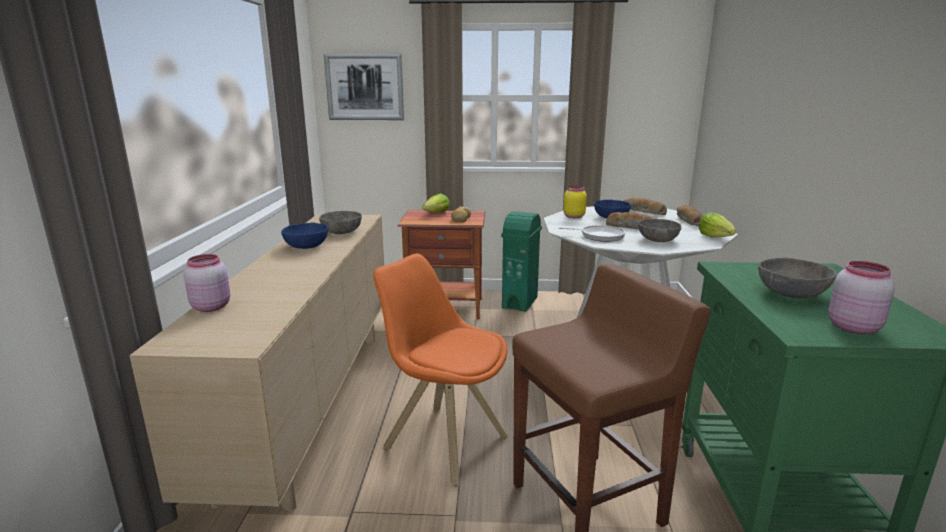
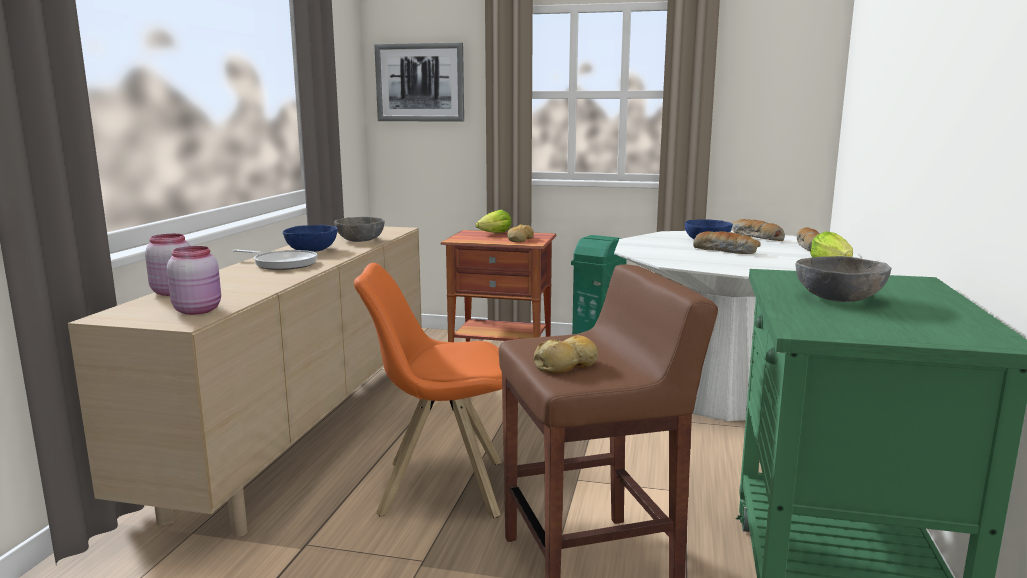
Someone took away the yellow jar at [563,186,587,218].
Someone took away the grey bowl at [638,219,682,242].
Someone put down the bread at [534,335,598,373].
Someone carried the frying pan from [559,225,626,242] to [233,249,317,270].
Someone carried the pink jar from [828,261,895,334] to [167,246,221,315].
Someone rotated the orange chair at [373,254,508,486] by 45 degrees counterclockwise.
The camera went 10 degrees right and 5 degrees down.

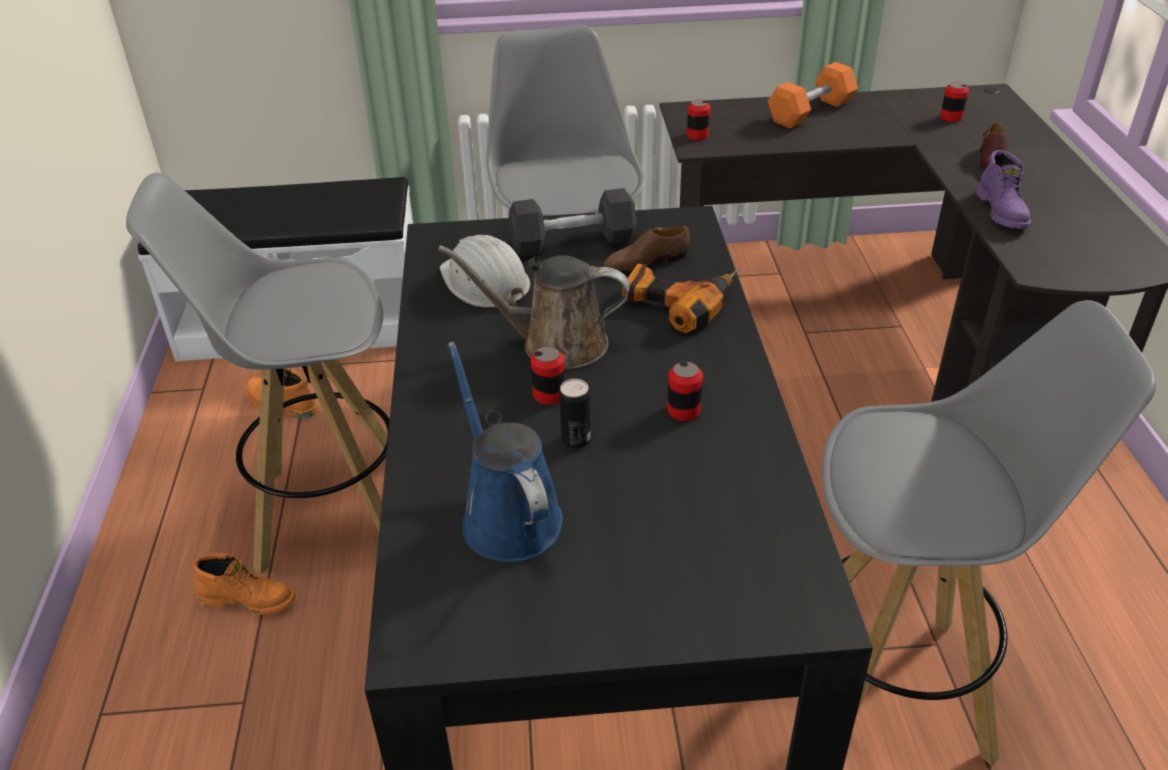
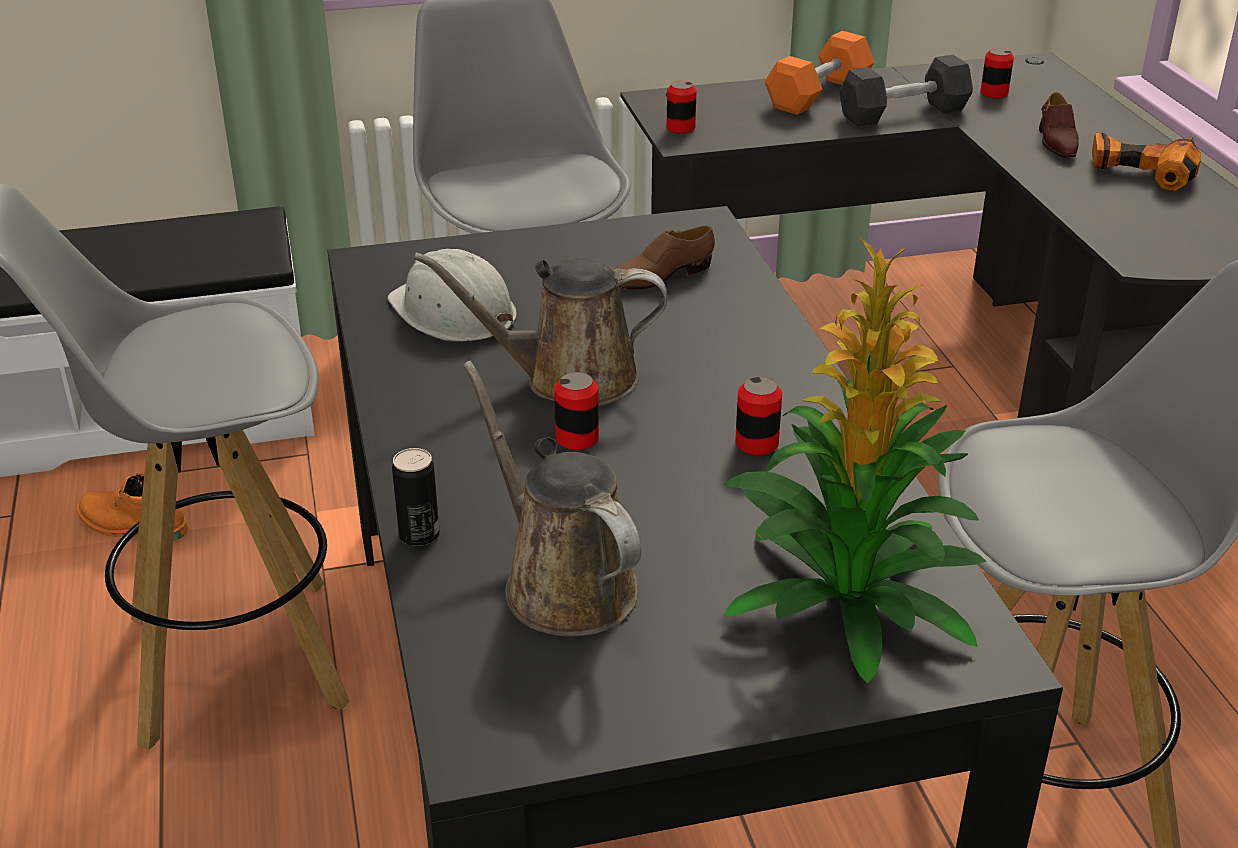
Someone took away the orange boot at [193,553,295,615].
Someone took away the purple boot at [976,150,1031,229].
Someone put down the potted plant at [723,238,987,683].
Someone carried the grey dumbbell from [509,188,637,256] to [839,55,973,127].
Someone carried the can from [559,379,591,449] to [392,448,440,546].
Someone carried the power drill from [622,264,740,333] to [1092,132,1201,191].
Someone repainted the blue watering can at [447,342,563,562], which became the brown watering can at [463,361,641,636].
The camera went 10 degrees left and 5 degrees down.

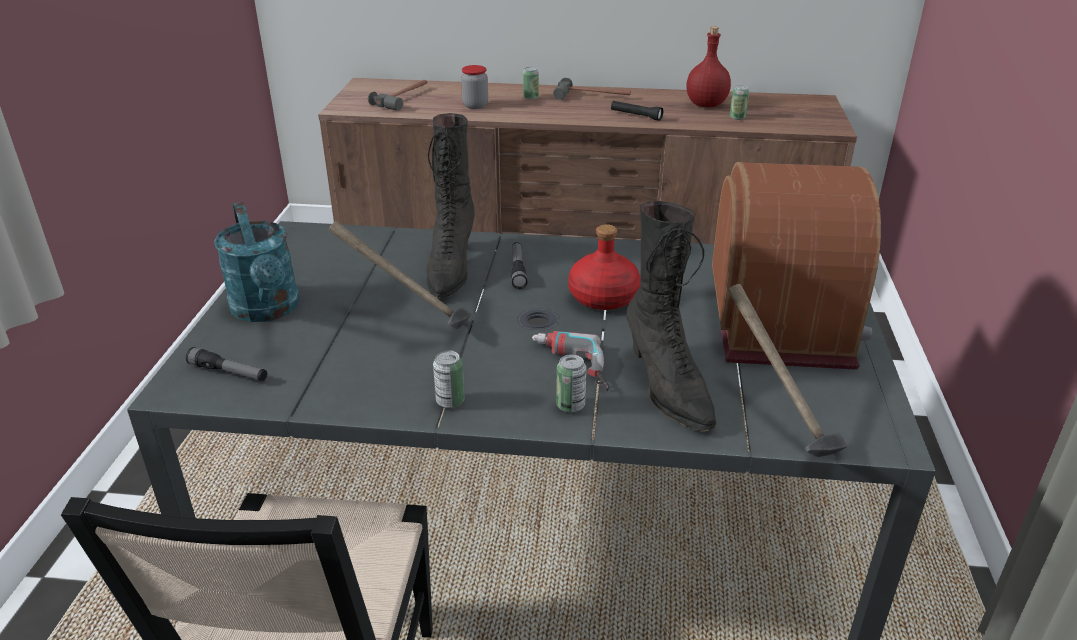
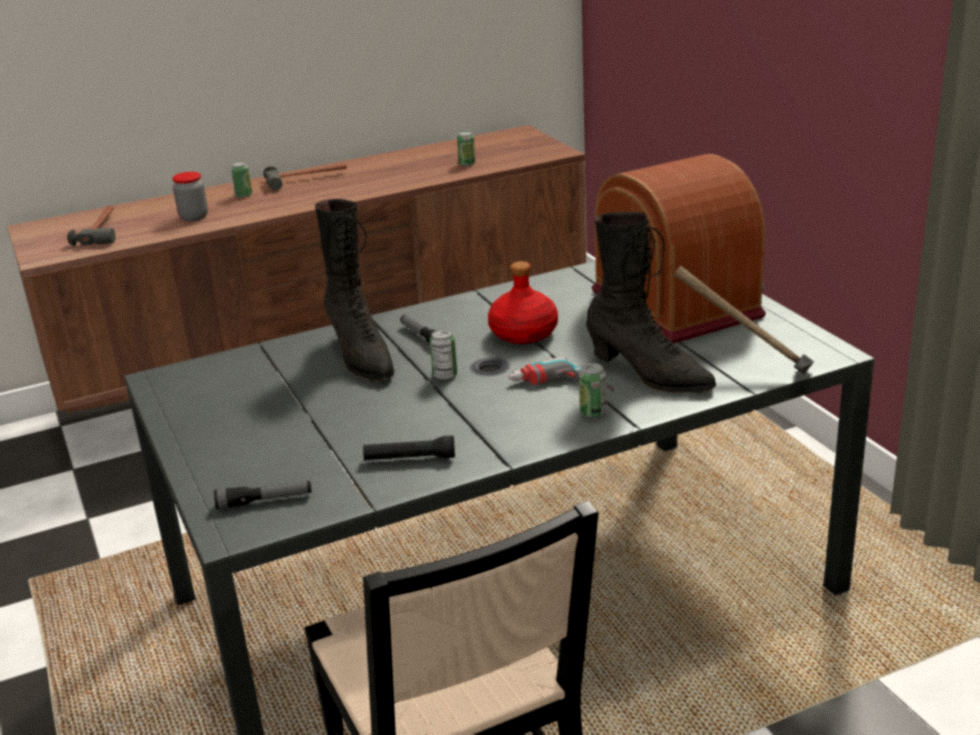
Someone took away the turquoise watering can at [214,202,300,322].
Someone took away the hammer at [329,221,472,329].
Someone took away the red bottle at [686,27,731,107].
Someone carried the can from [433,350,465,408] to [430,329,457,380].
Someone carried the black flashlight from [611,101,663,121] to [363,435,455,461].
The camera went 30 degrees left and 5 degrees down.

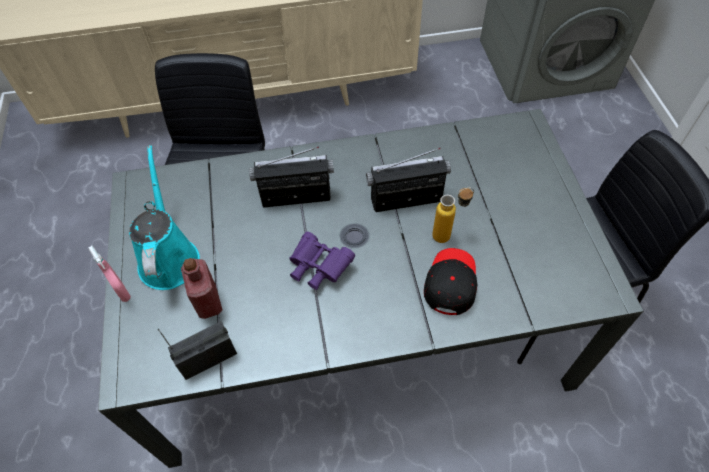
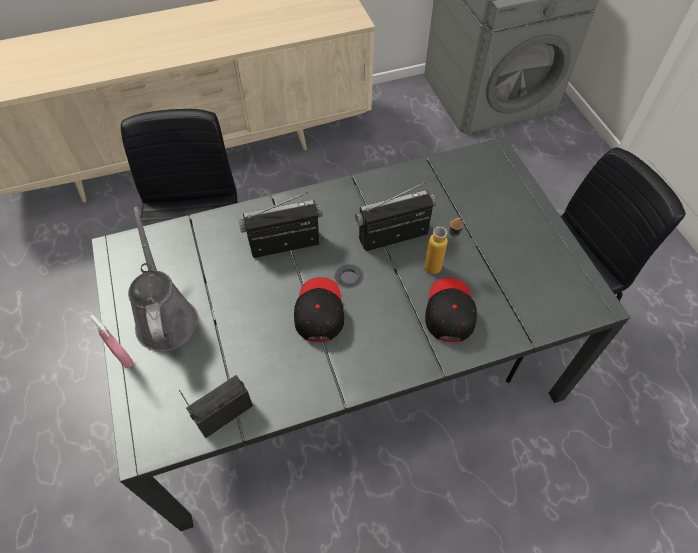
Someone took away the red bottle at [181,258,222,319].
Someone swapped the purple binoculars at [289,232,355,290] for the black cap at [294,277,344,342].
Someone repainted the turquoise watering can at [129,145,200,290], which became the grey watering can at [128,207,198,352].
The camera went 10 degrees left and 0 degrees up.

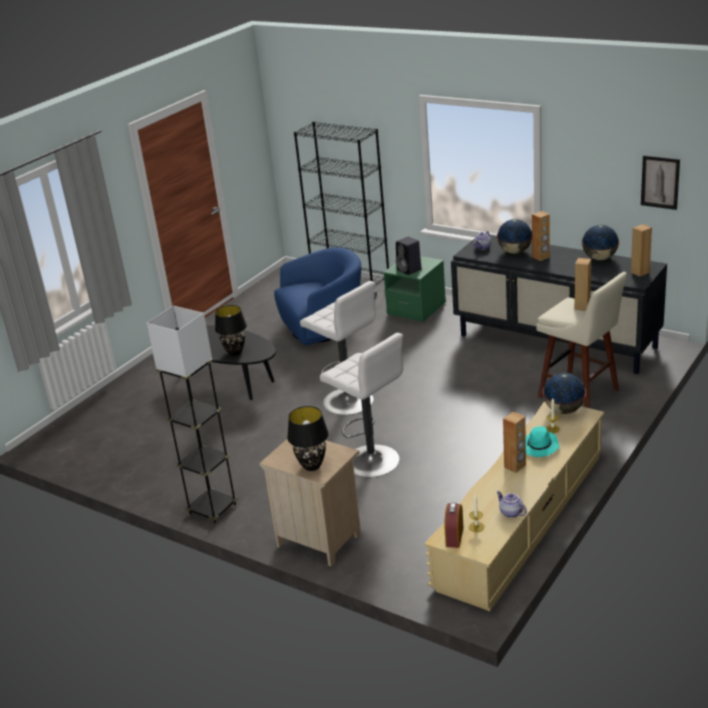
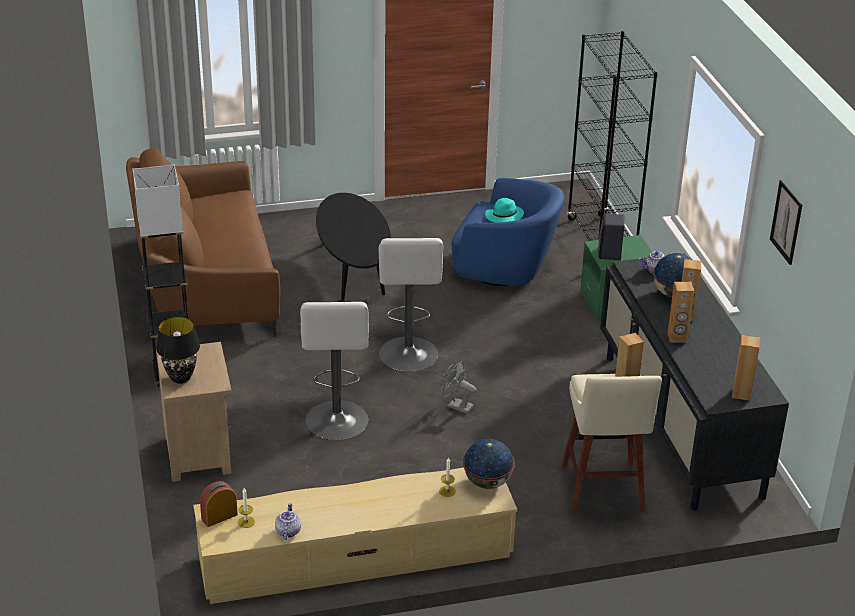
Someone took away the black table lamp at [215,305,247,356].
Someone took away the globe at [582,225,619,260].
Someone put down the brown sofa at [126,148,280,337].
Someone put down the grey fan at [440,361,477,414].
Someone carried the brown speaker from [503,412,526,473] to [667,282,694,343].
Someone carried the turquoise hat from [526,426,560,457] to [485,198,524,222].
Someone carried the picture from [641,155,680,210] to [770,180,803,265].
The camera went 40 degrees right and 5 degrees up.

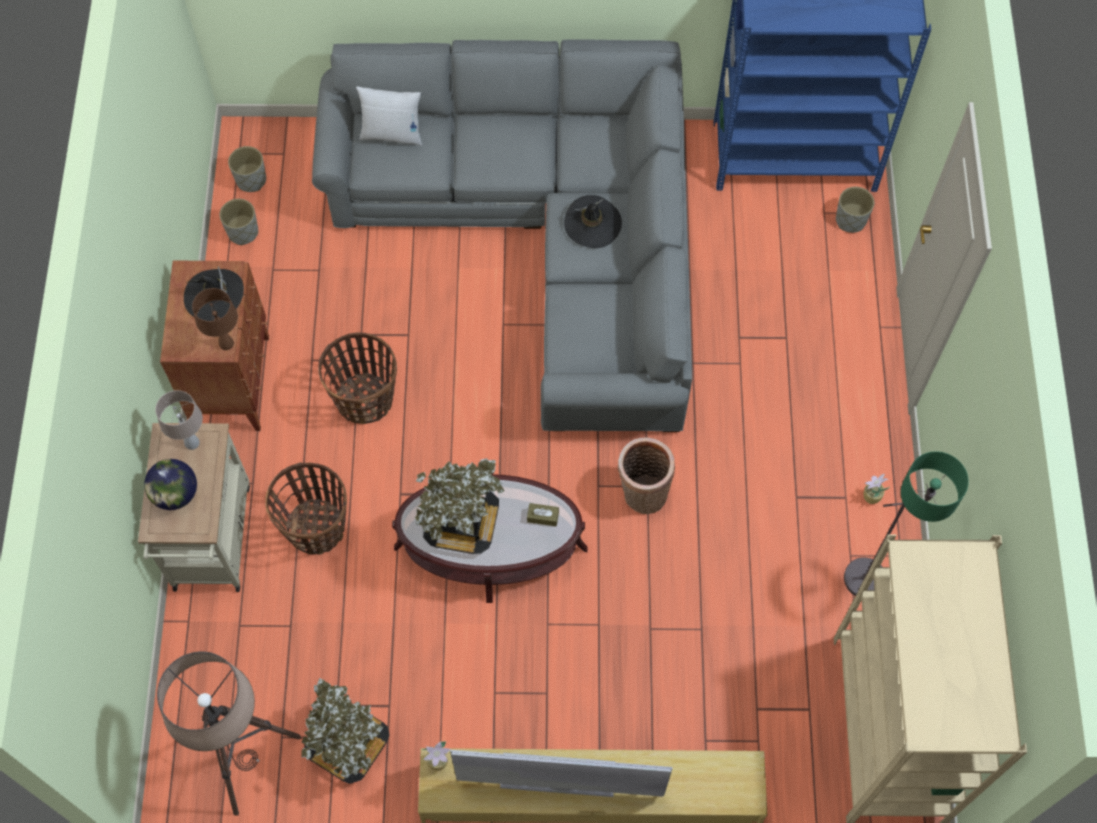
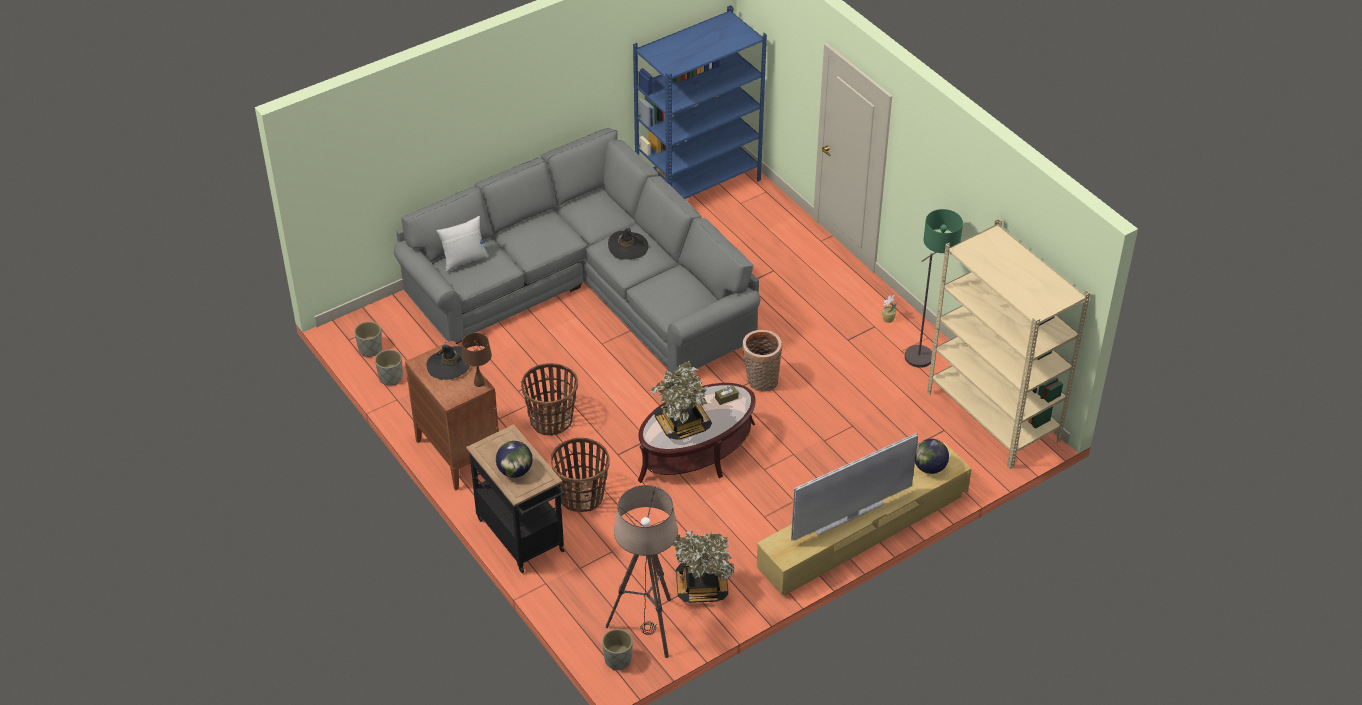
Someone took away the beige table lamp at [155,390,203,450].
Someone took away the potted plant at [422,741,451,771].
Someone put down the globe at [915,439,949,474].
Someone carried the grey planter from [836,187,874,233] to [602,629,633,670].
Someone repainted the beige cart at [138,423,251,592], which became the black cart at [466,424,565,573].
The camera went 35 degrees left and 20 degrees down.

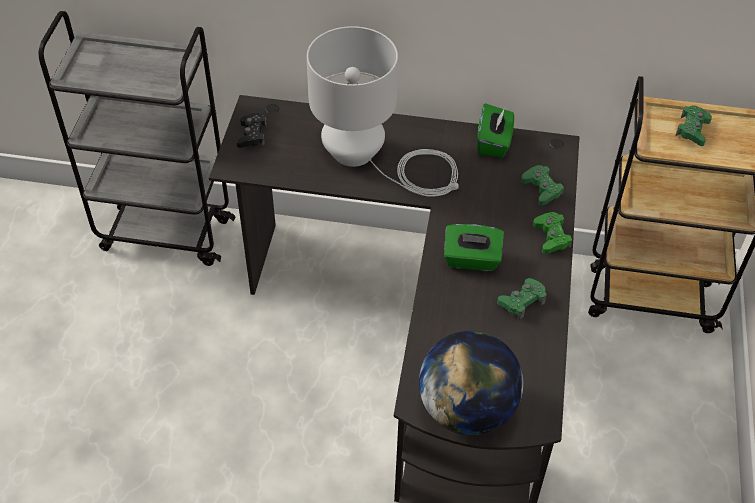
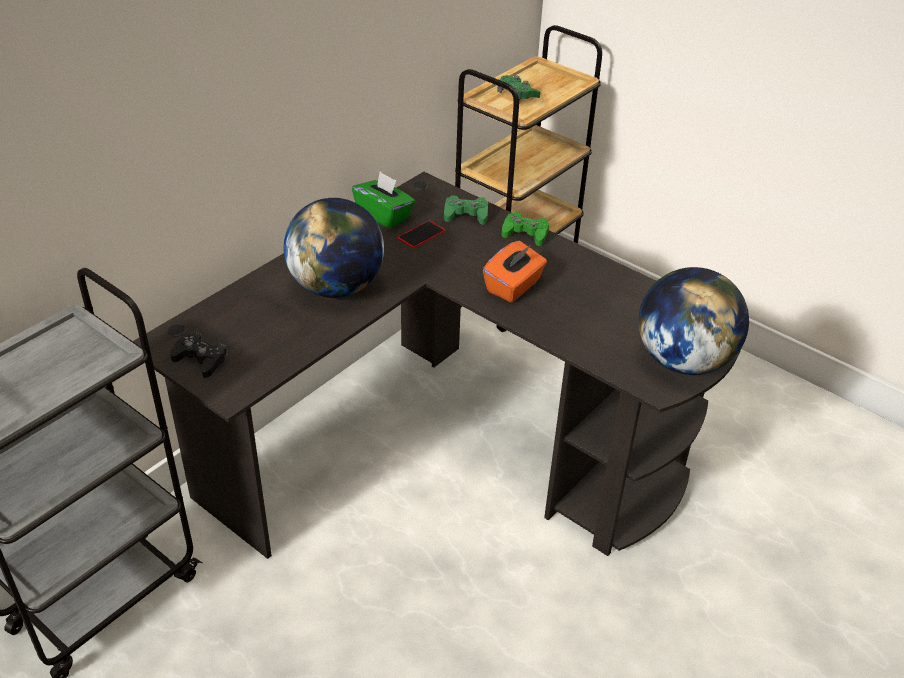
Someone took away the green game controller at [497,278,547,320].
Someone put down the phone at [397,220,445,248].
Someone swapped the white table lamp at [307,26,459,197] for the globe at [283,198,384,298].
Someone repainted the green tissue box at [444,224,504,271], which became the orange tissue box at [483,241,547,302].
The camera went 60 degrees left and 10 degrees down.

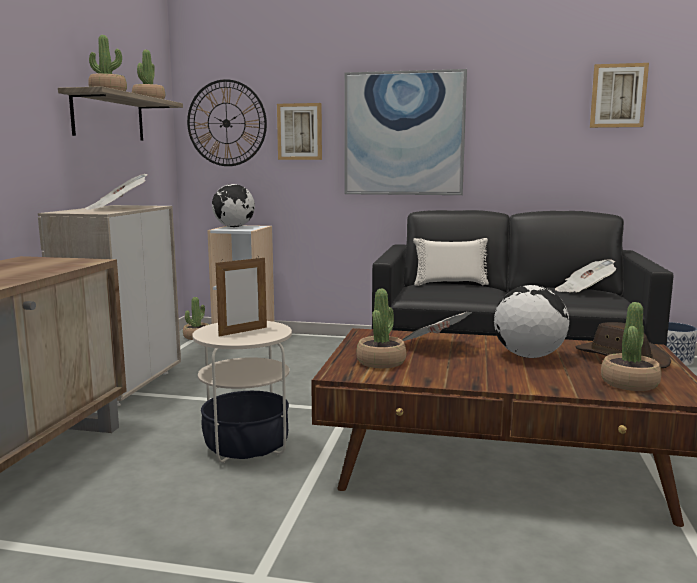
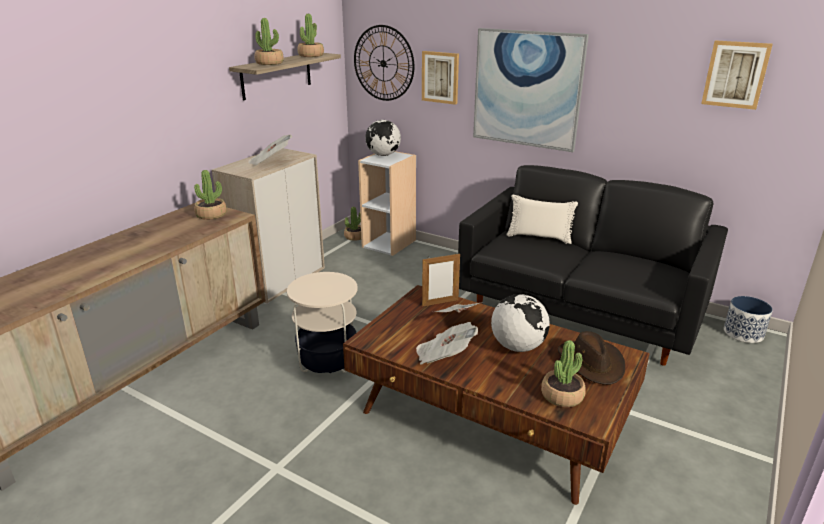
Someone carried the picture frame from [216,256,267,336] to [422,253,460,307].
Someone carried the potted plant from [357,289,406,368] to [194,170,227,220].
Someone carried the newspaper from [555,259,616,293] to [416,322,478,365].
The camera went 20 degrees right and 15 degrees up.

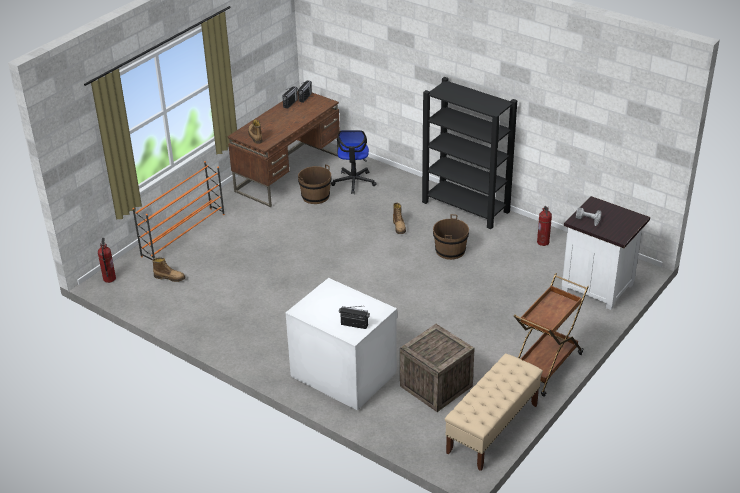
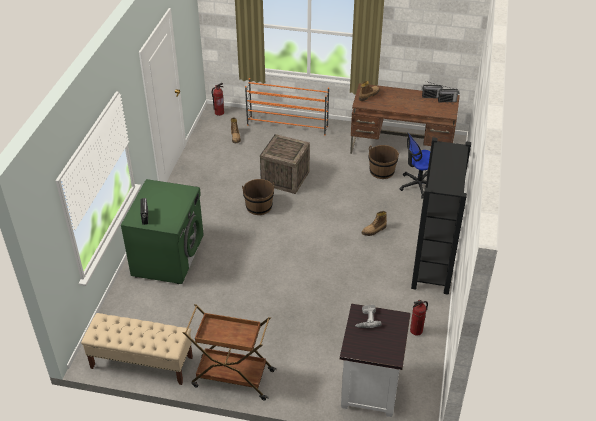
Someone carried the crate from [400,324,475,412] to [260,134,310,194].
Someone carried the brown bucket from [433,214,469,260] to [242,179,275,215].
Someone repainted the white washing machine at [285,278,397,411], which became the green washing machine at [121,179,204,284].
The camera went 65 degrees right and 5 degrees up.

